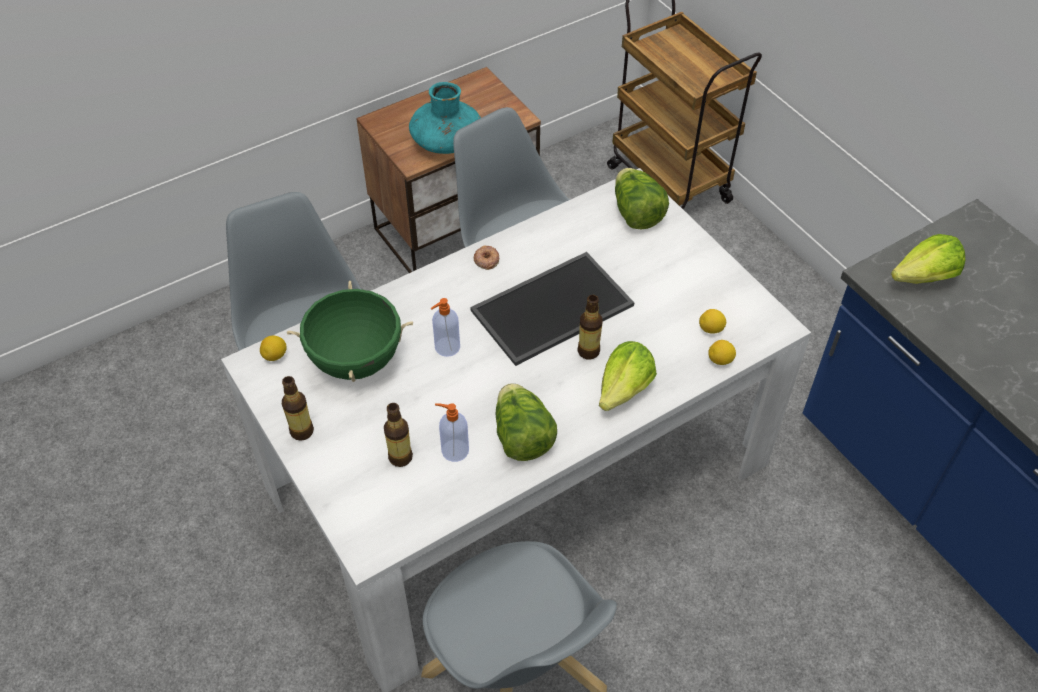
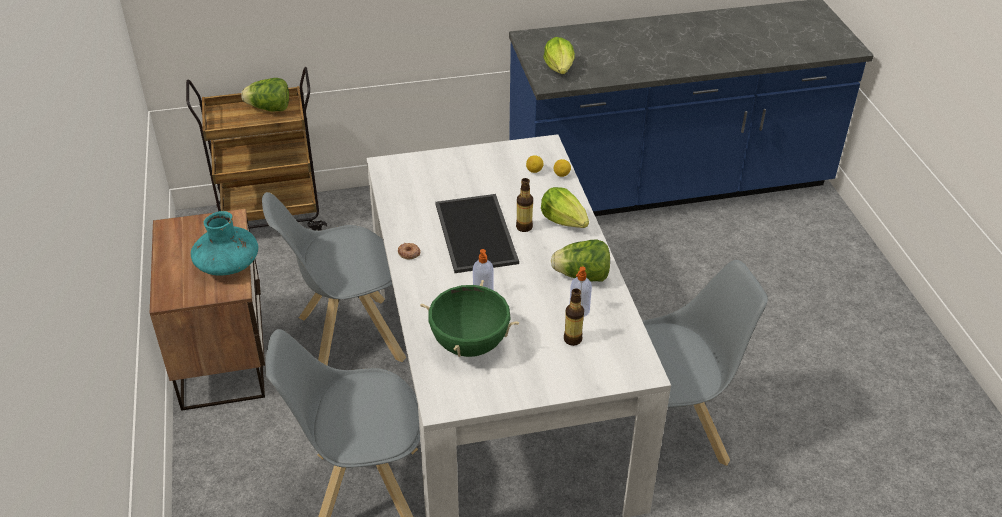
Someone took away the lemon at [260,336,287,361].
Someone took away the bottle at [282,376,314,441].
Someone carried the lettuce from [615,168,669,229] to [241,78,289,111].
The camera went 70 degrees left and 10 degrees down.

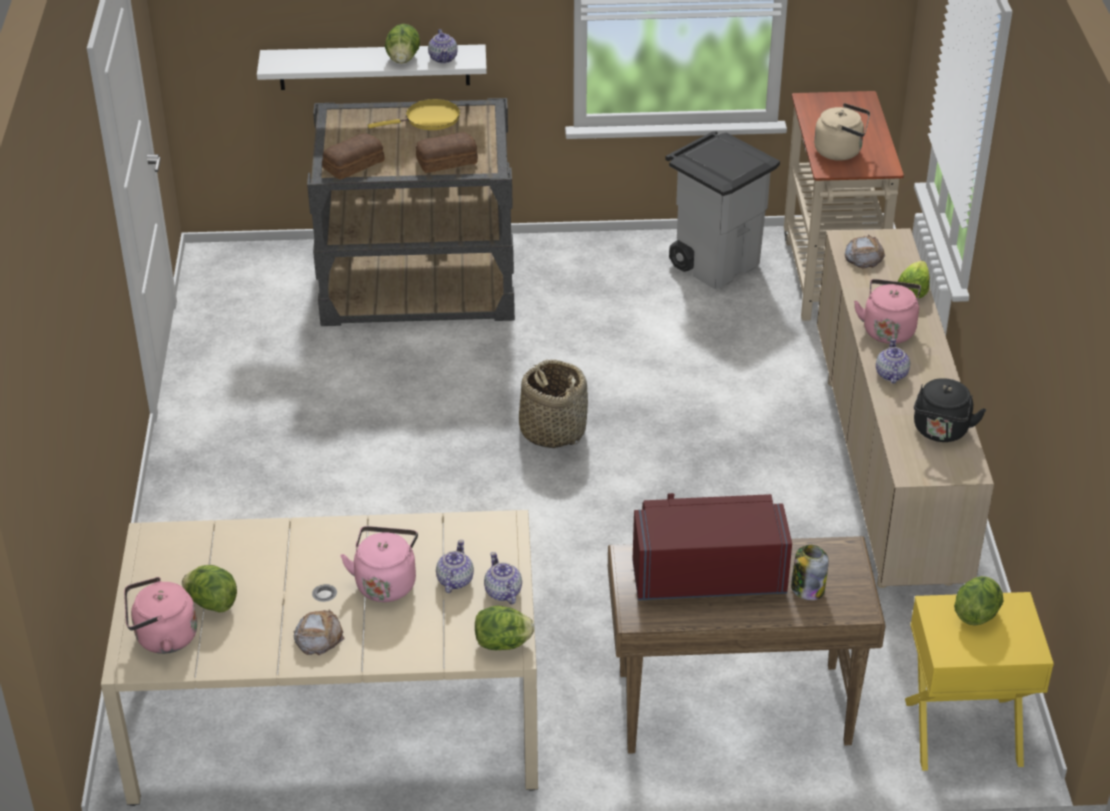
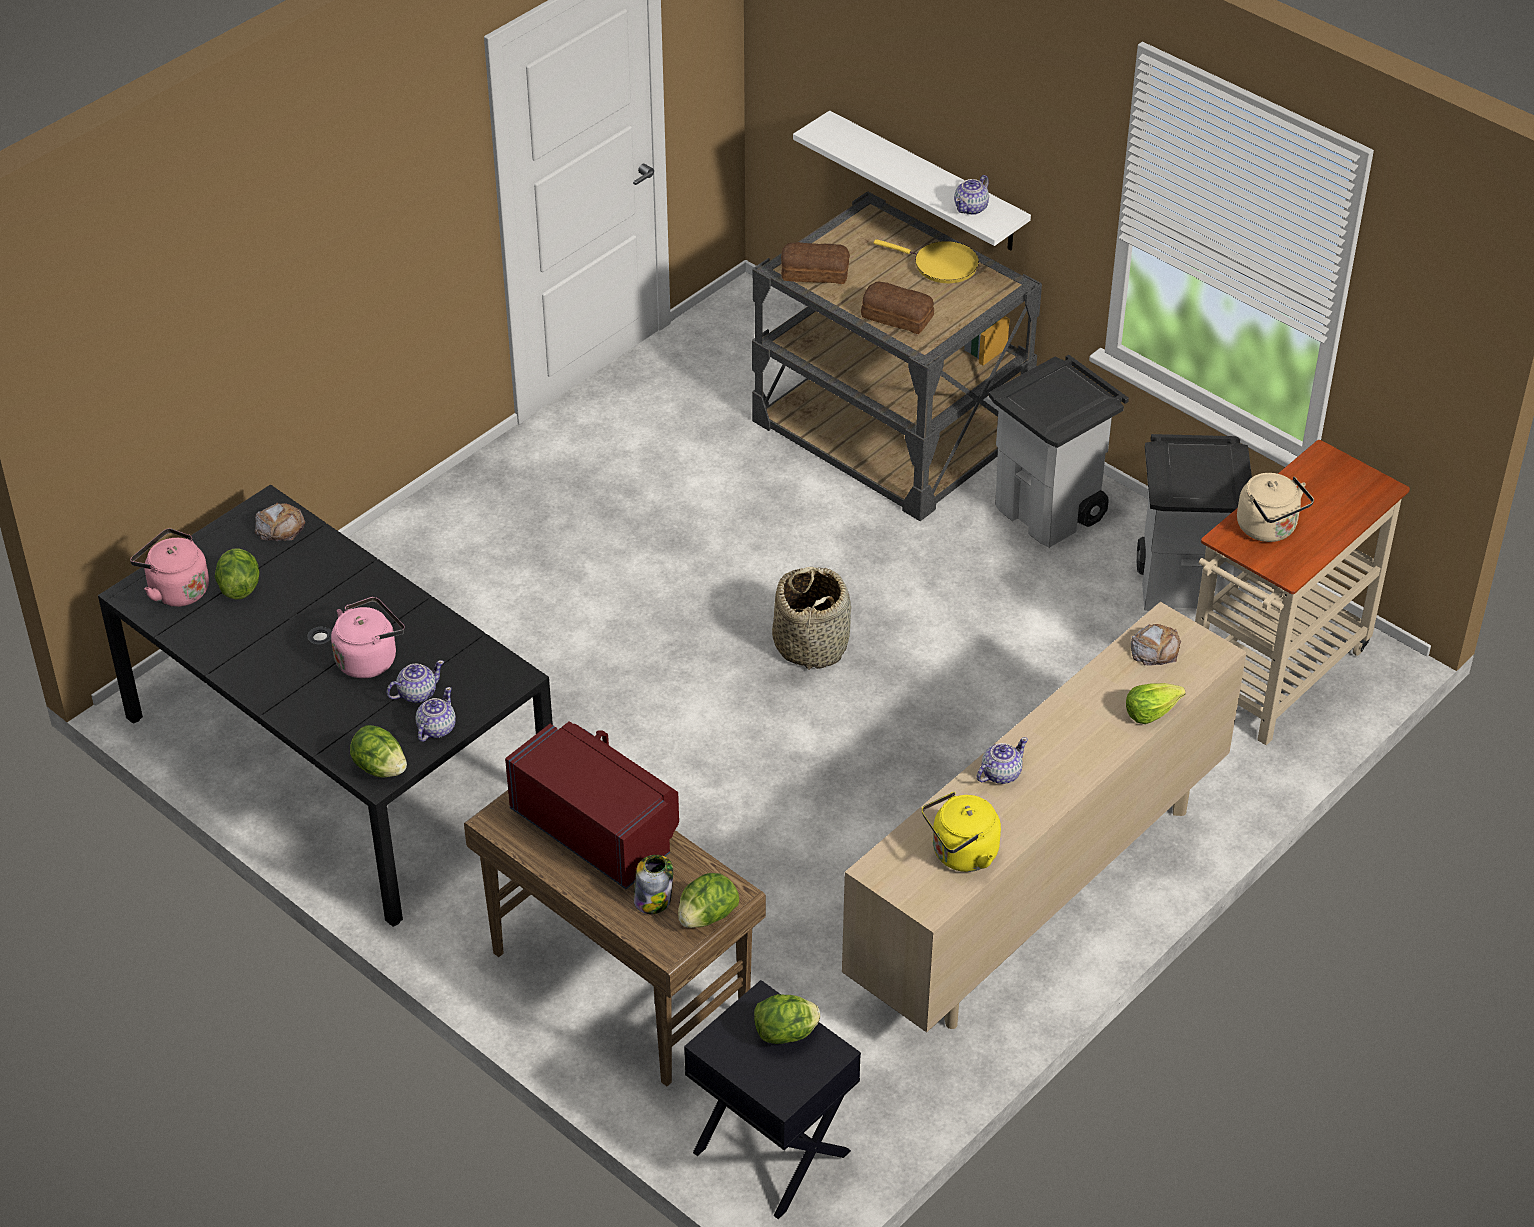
Someone took away the pink kettle at [854,279,921,344].
Someone put down the grey trash can at [989,355,1129,548].
Someone carried the bread from [293,609,345,655] to [255,503,305,541].
Someone carried the lettuce from [385,24,420,64] to [678,873,739,928].
Someone repainted the beige dining table at [101,510,538,806], which became the black dining table at [98,485,553,927].
Someone repainted the yellow nightstand at [905,592,1054,771], which became the black nightstand at [684,980,861,1219].
Someone repainted the black kettle at [914,378,986,442], which became the yellow kettle at [922,792,1001,872].
The camera went 45 degrees right and 5 degrees up.

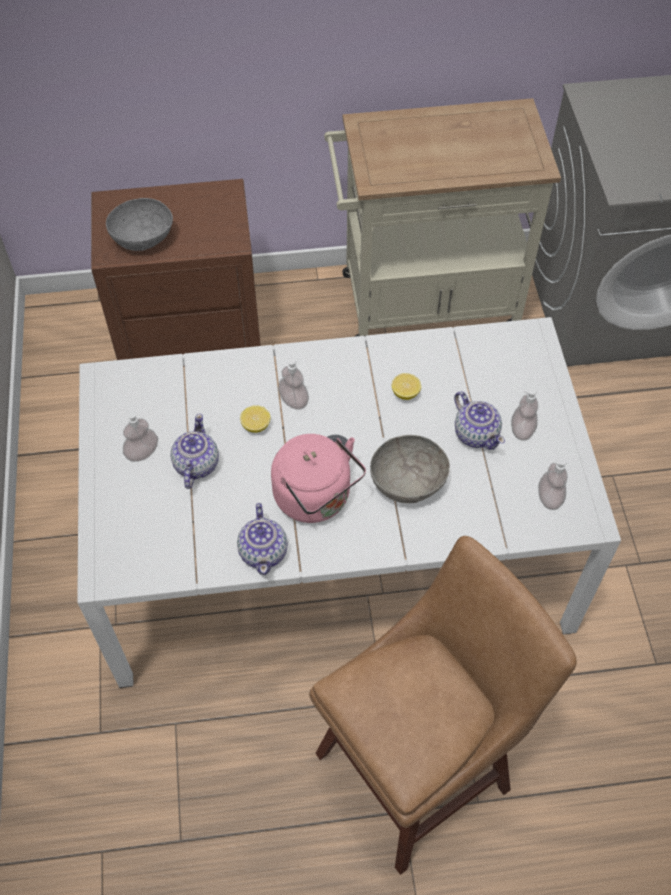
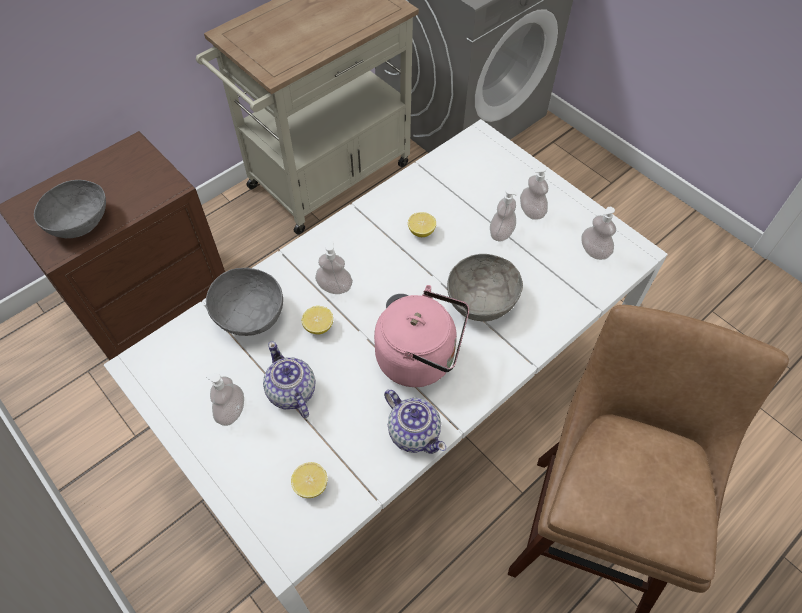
Someone put down the grey bowl at [206,268,283,336].
Someone put down the lemon at [291,462,327,498].
Someone swapped the teapot at [454,392,505,450] for the soap dispenser at [490,188,518,242].
The camera went 35 degrees left and 0 degrees up.

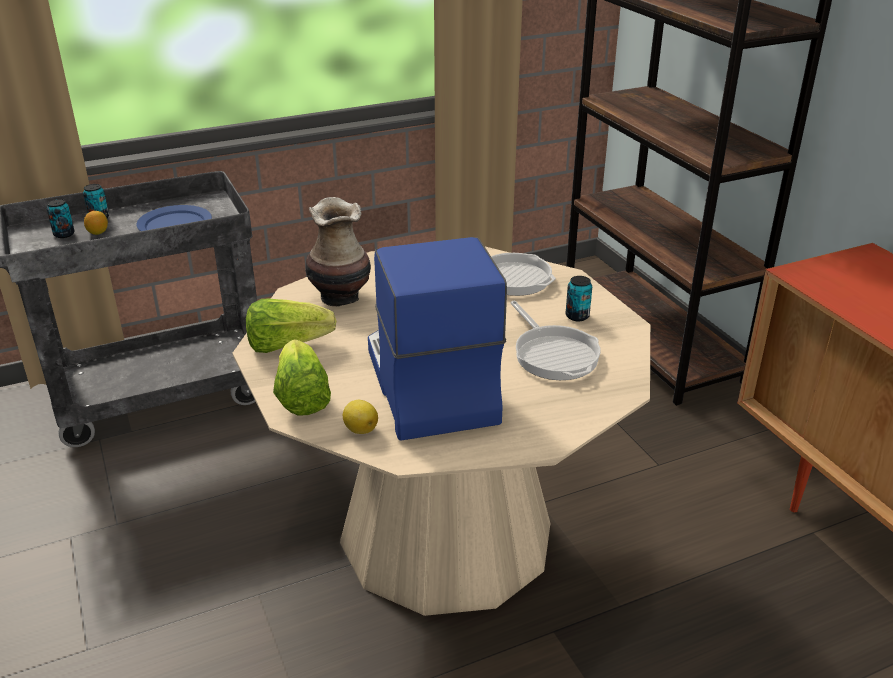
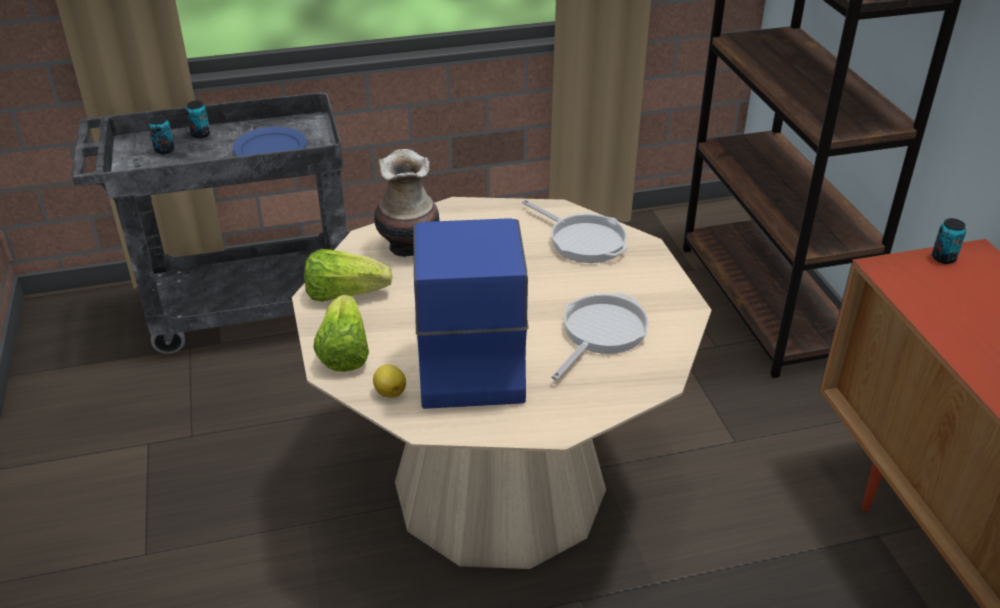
Someone took away the lemon at [84,211,108,235].
Someone carried the can from [566,276,592,322] to [932,218,966,264].
Someone rotated the frying pan at [510,301,601,380] by 135 degrees counterclockwise.
The camera went 10 degrees right and 5 degrees up.

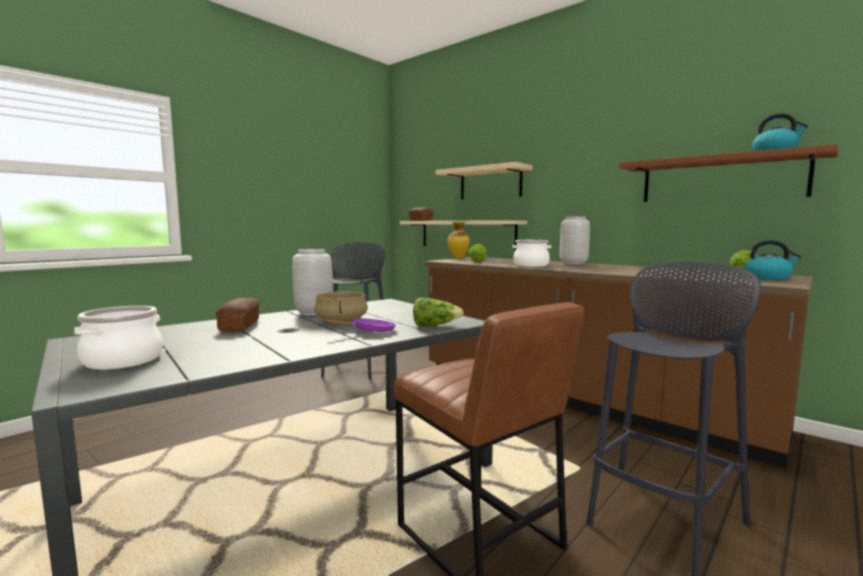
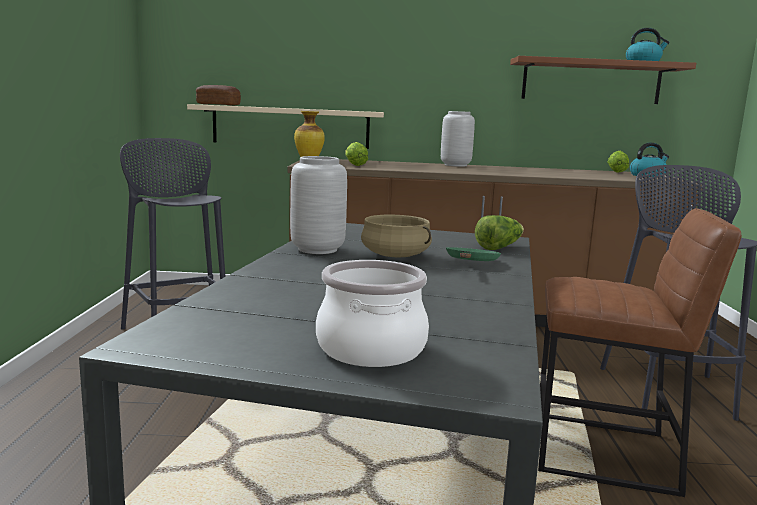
Someone took away the bread at [216,298,260,332].
Someone took away the beige shelf at [436,162,533,199].
Someone took away the cooking pot at [513,240,551,267].
Someone repainted the purple frying pan at [323,318,396,332], which became the green frying pan at [446,247,501,261].
The camera went 40 degrees left and 5 degrees up.

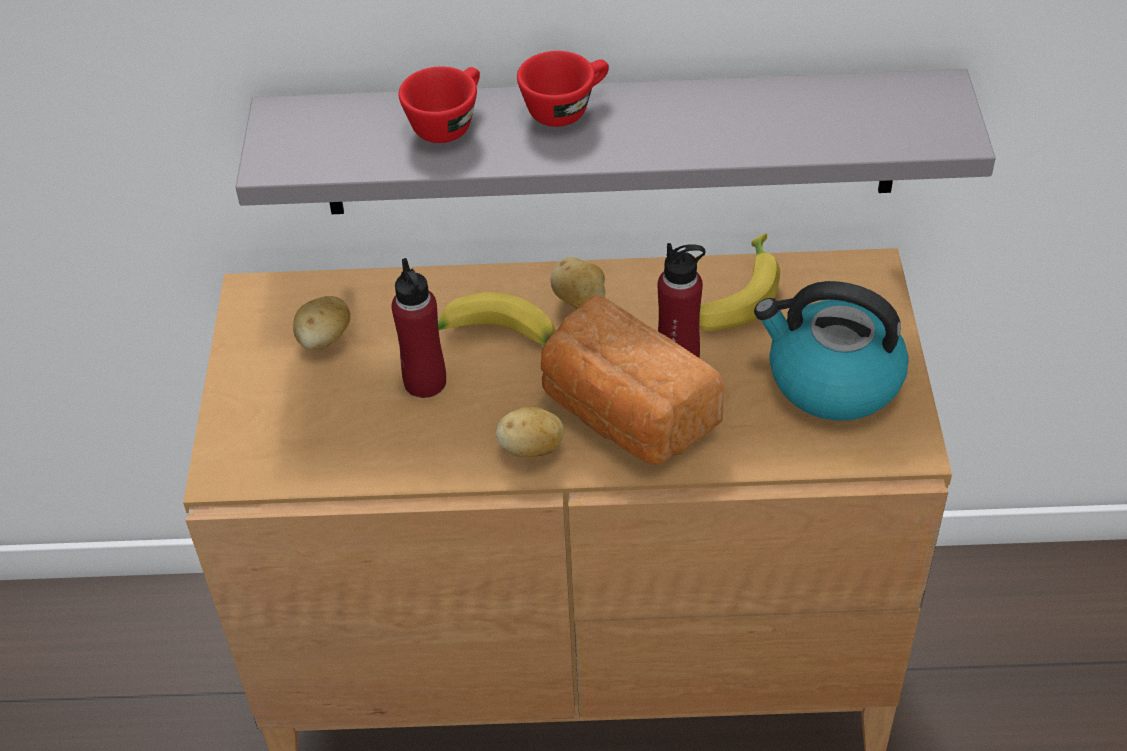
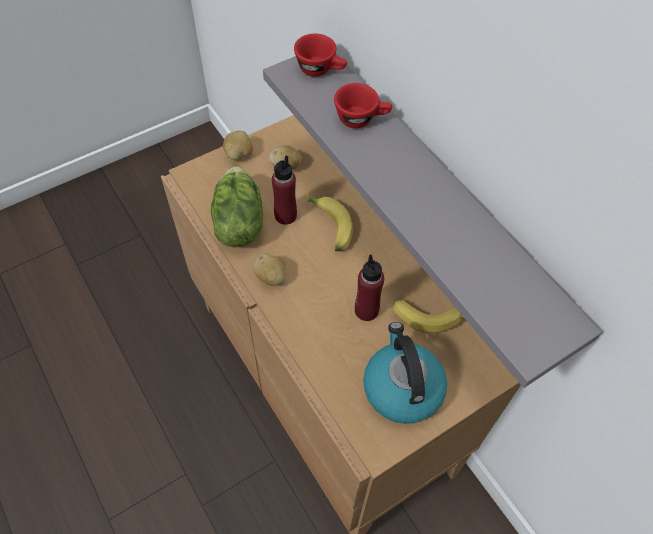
Someone took away the bread at [541,294,725,465].
Someone put down the lettuce at [211,166,263,247].
Someone carried the red cup from [517,51,609,127] to [294,34,347,77].
Someone carried the potato from [551,257,605,309] to [223,130,253,160].
The camera went 55 degrees right and 10 degrees up.

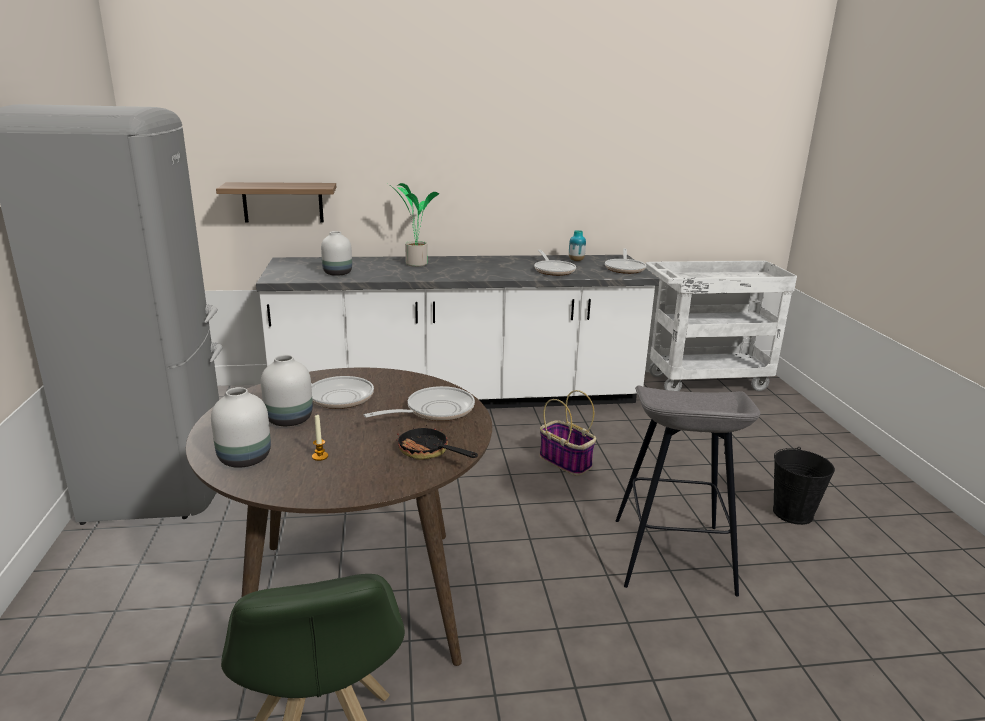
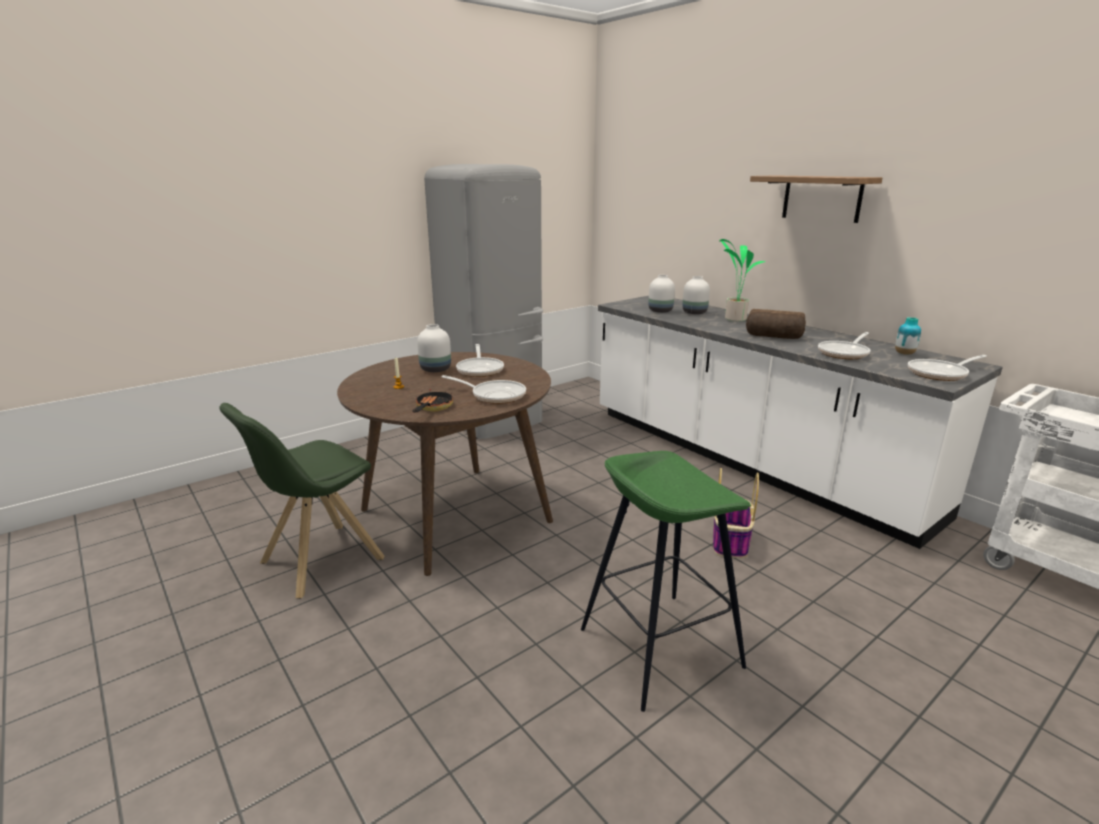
Someone took away the black bucket at [773,447,835,525].
Someone put down the bread at [746,309,806,339].
Someone carried the white vase from [211,387,271,468] to [682,276,710,314].
Someone carried the shelf from [216,182,336,223] to [750,175,882,223].
Someone repainted the grey stool at [616,385,760,597], which became the green stool at [581,451,751,712].
The camera went 60 degrees right and 0 degrees up.

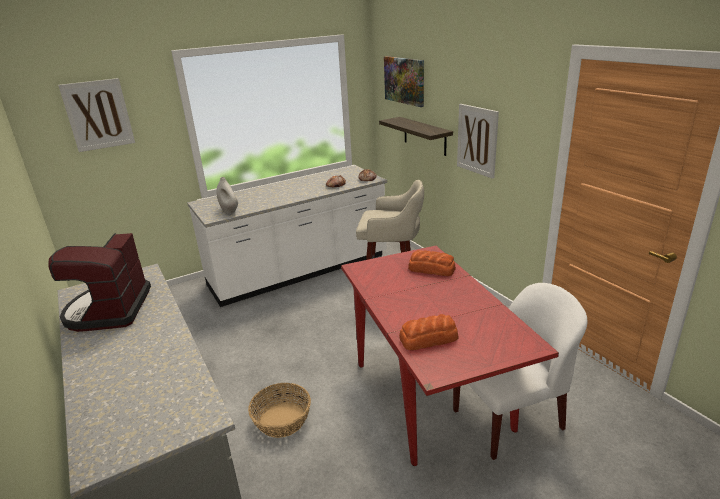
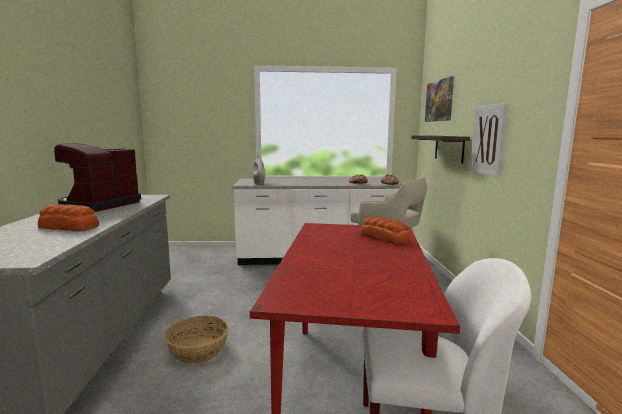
Someone took away the picture at [58,78,135,152].
Someone carried the bread from [399,314,458,350] to [38,204,99,231].
The camera went 25 degrees right and 15 degrees down.

